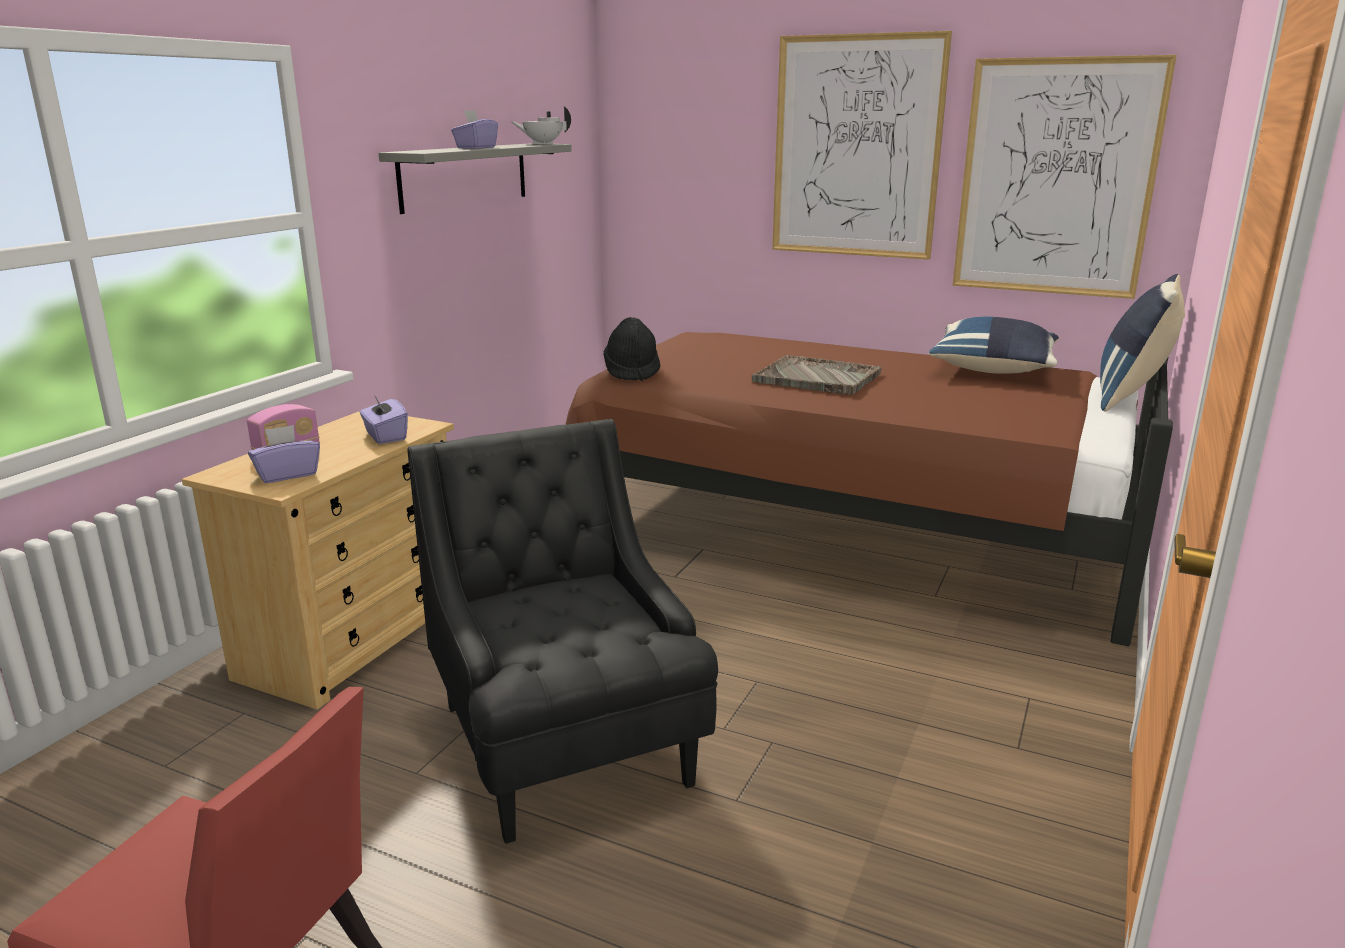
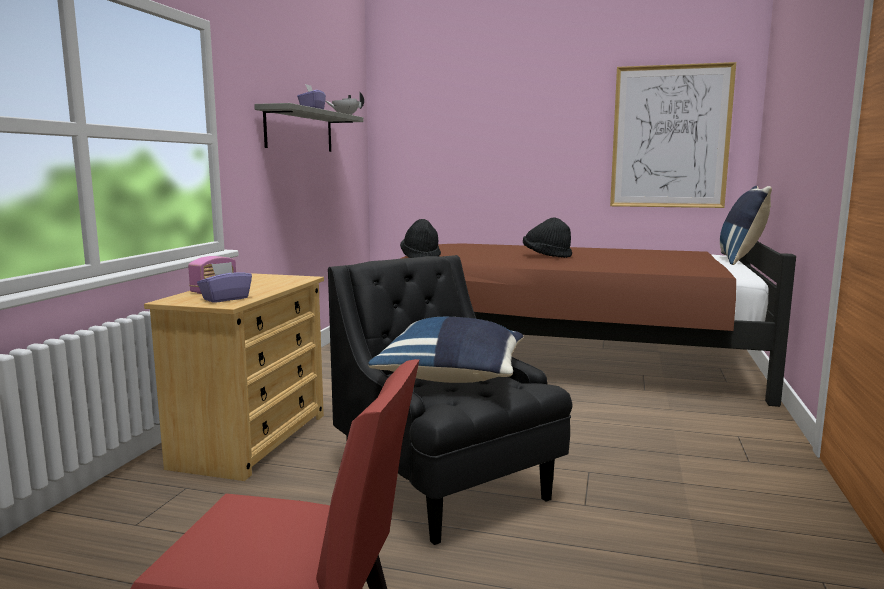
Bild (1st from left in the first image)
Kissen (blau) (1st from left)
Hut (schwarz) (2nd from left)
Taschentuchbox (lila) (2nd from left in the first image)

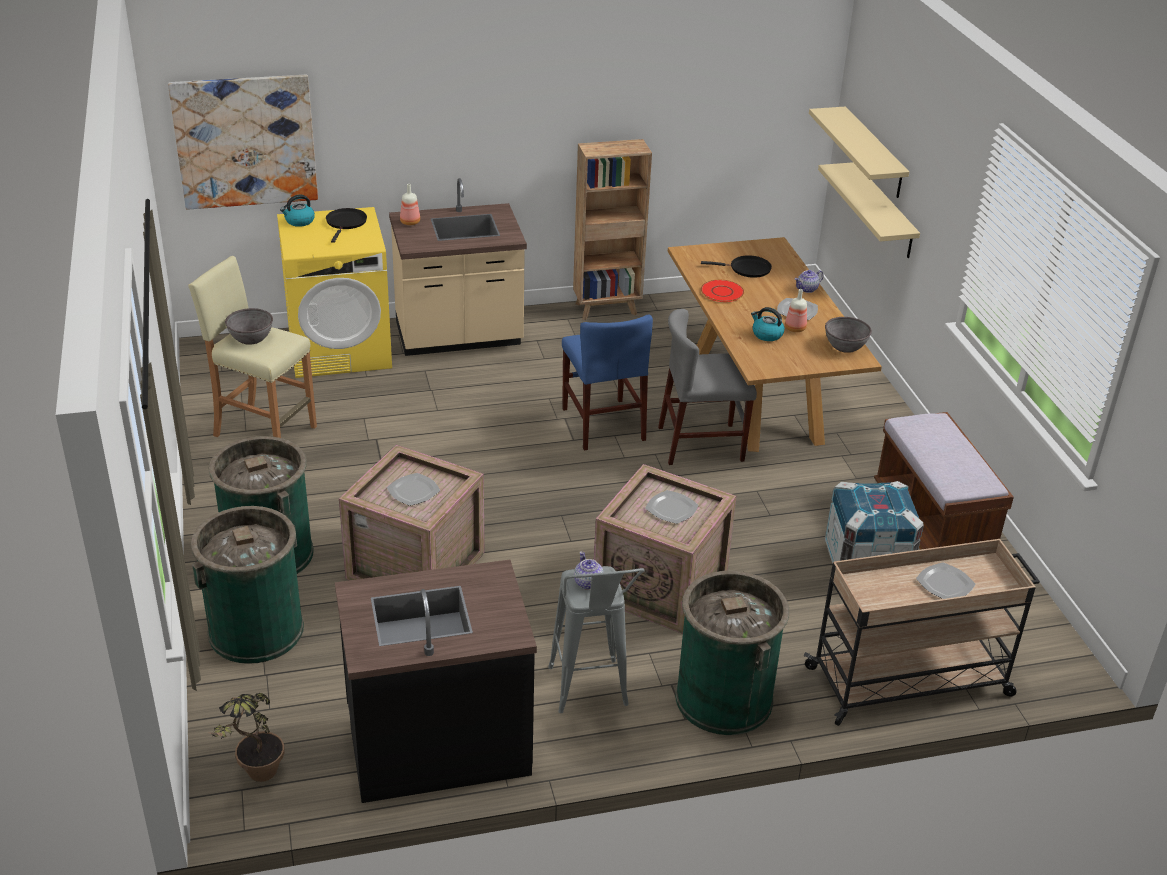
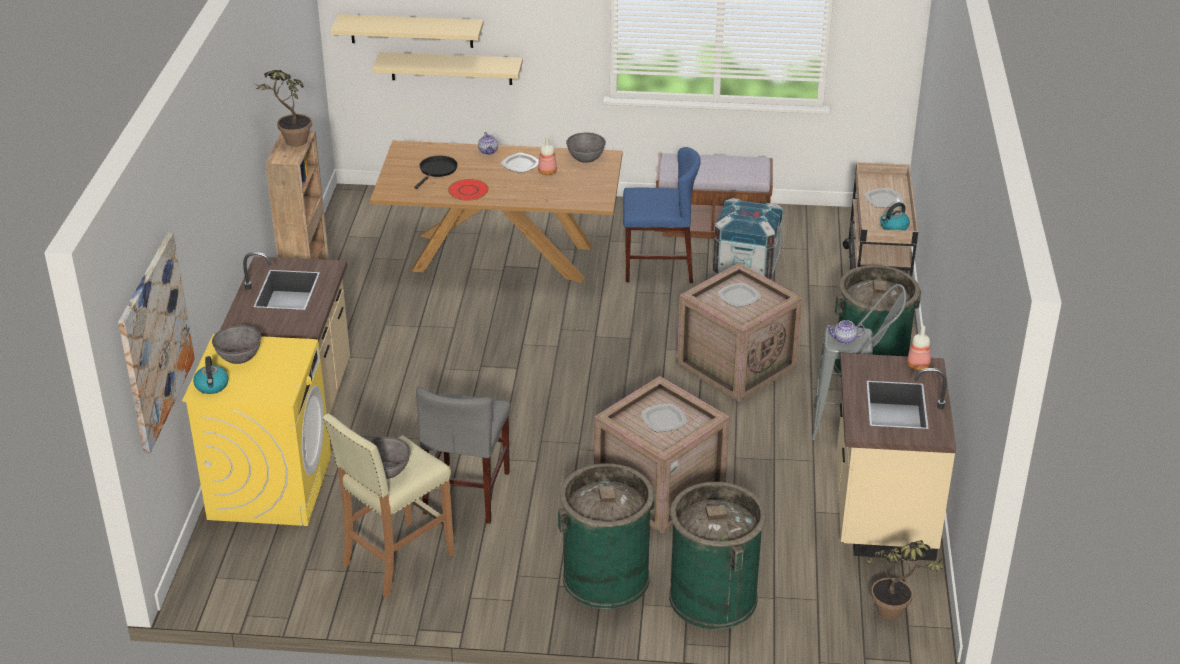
Flasche (2nd from left)
Schüssel (grau) (1st from left)
Wasserkessel (2nd from left)
Stuhl (grau)
Stuhl (blau)
Küchenzeile (beige) (2nd from left)
Topfpflanze (1st from left)

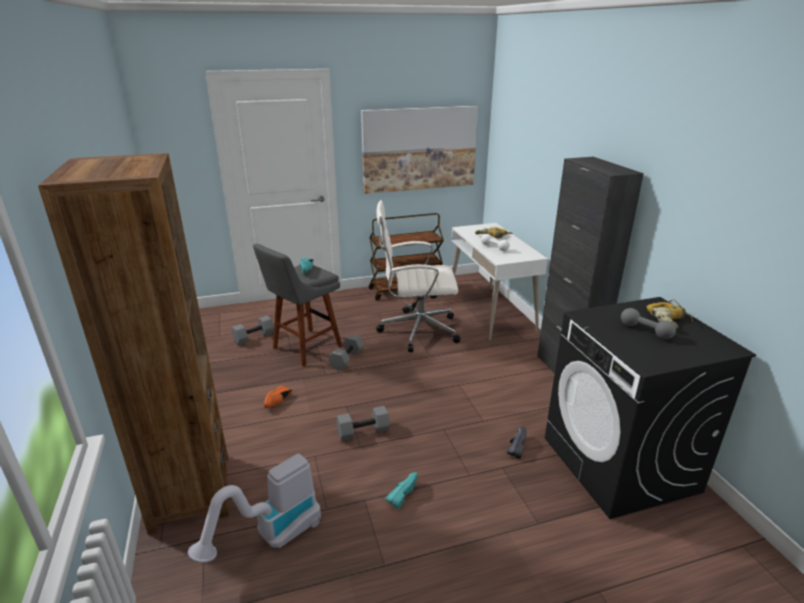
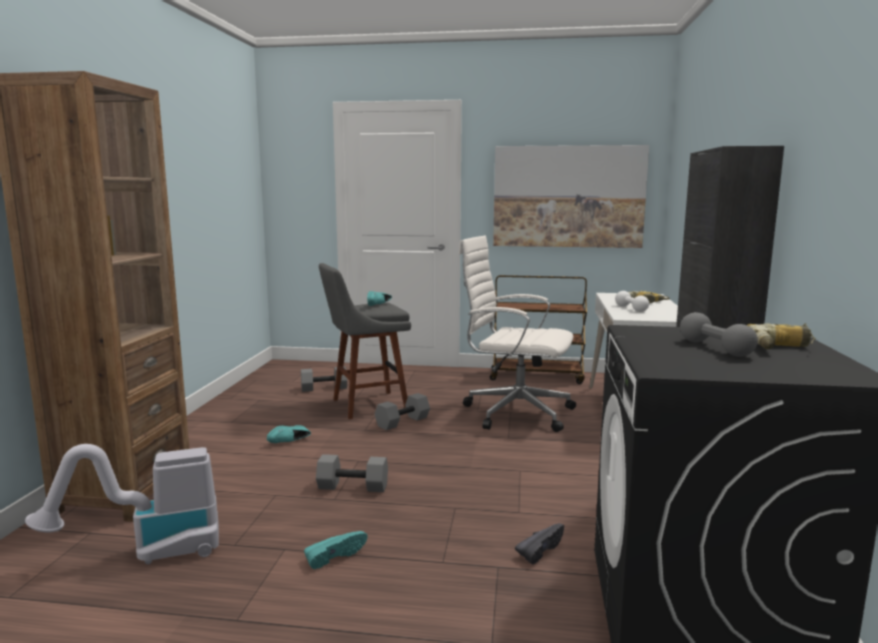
Schuh (türkis) (1st from left)

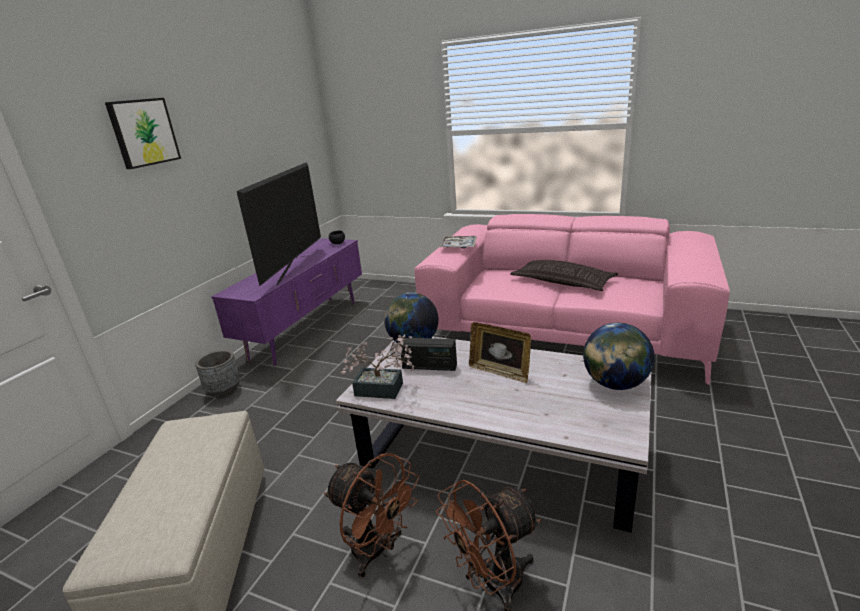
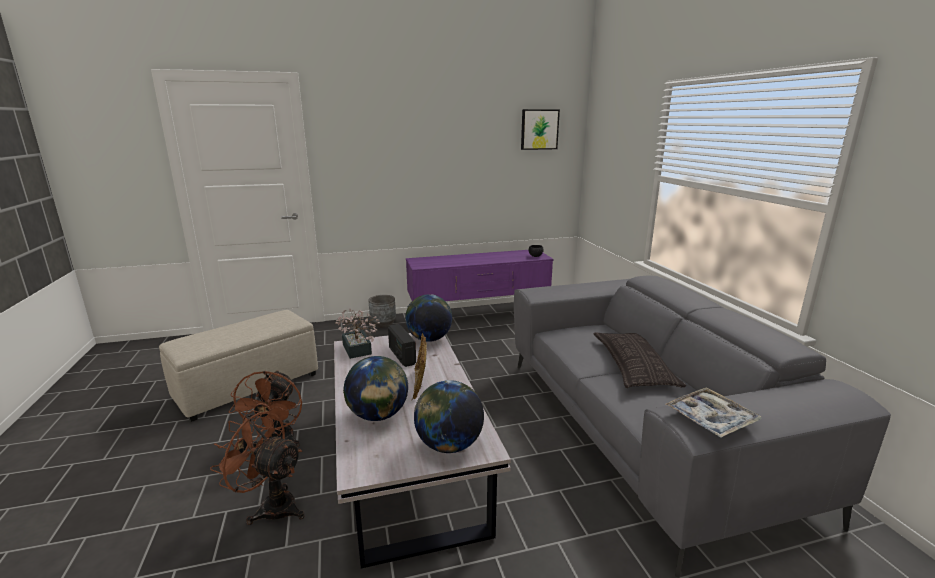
Bild
Fernseher
Sofa (grau)
Tablett
Globus (1st from left)

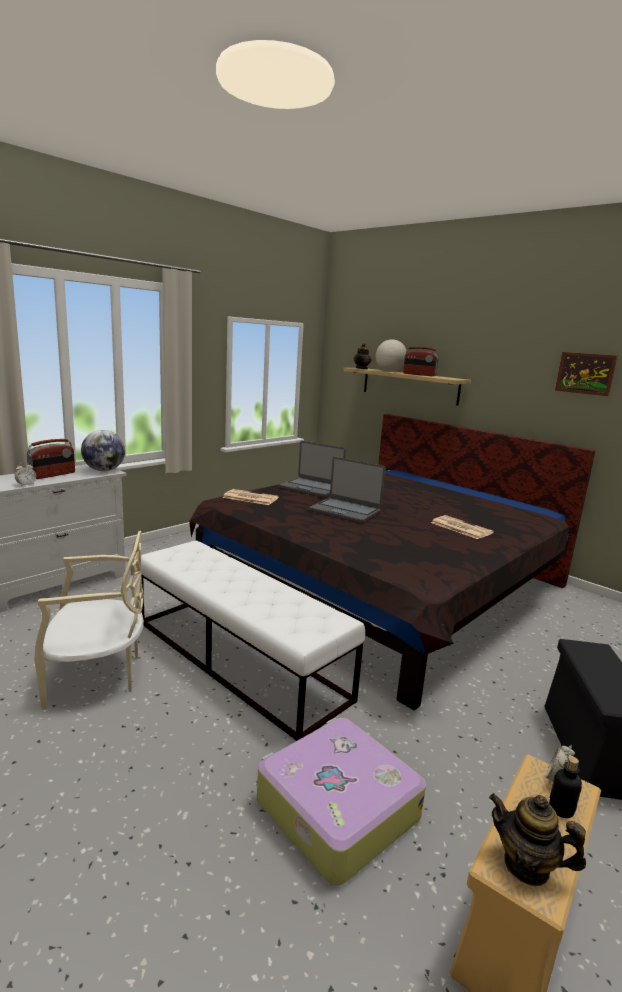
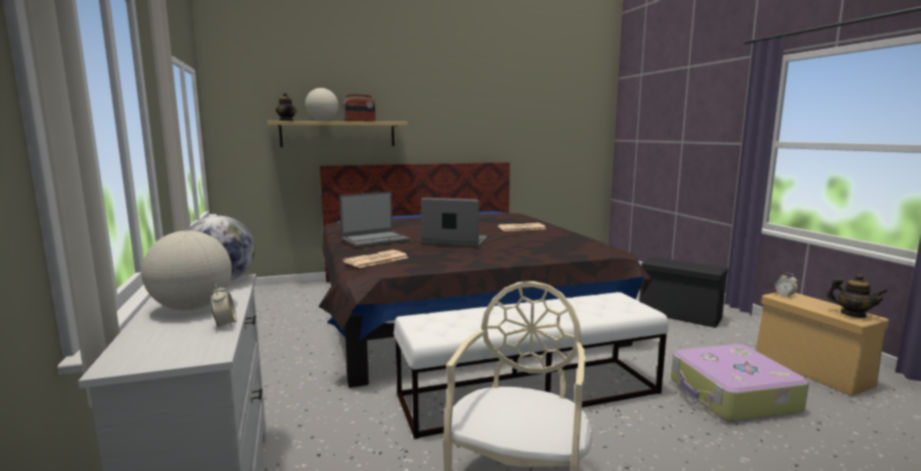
Bild
Globus (1st from left)
Laptop (2nd from left)
Flasche
Teekanne (2nd from left)

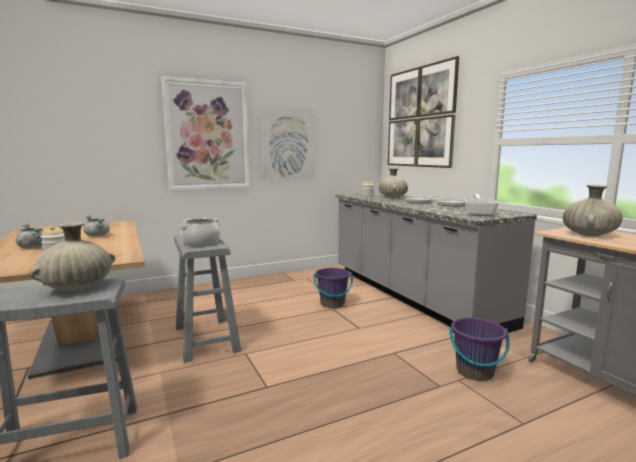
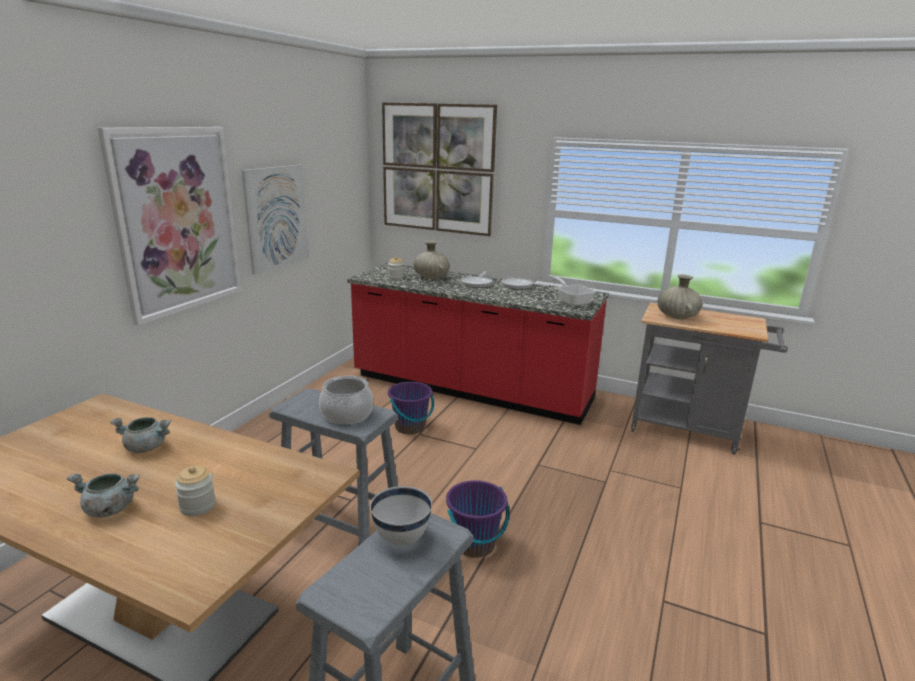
Küchenzeile (rot)
Schüssel (weiß)
Eimer (lila) (2nd from left)

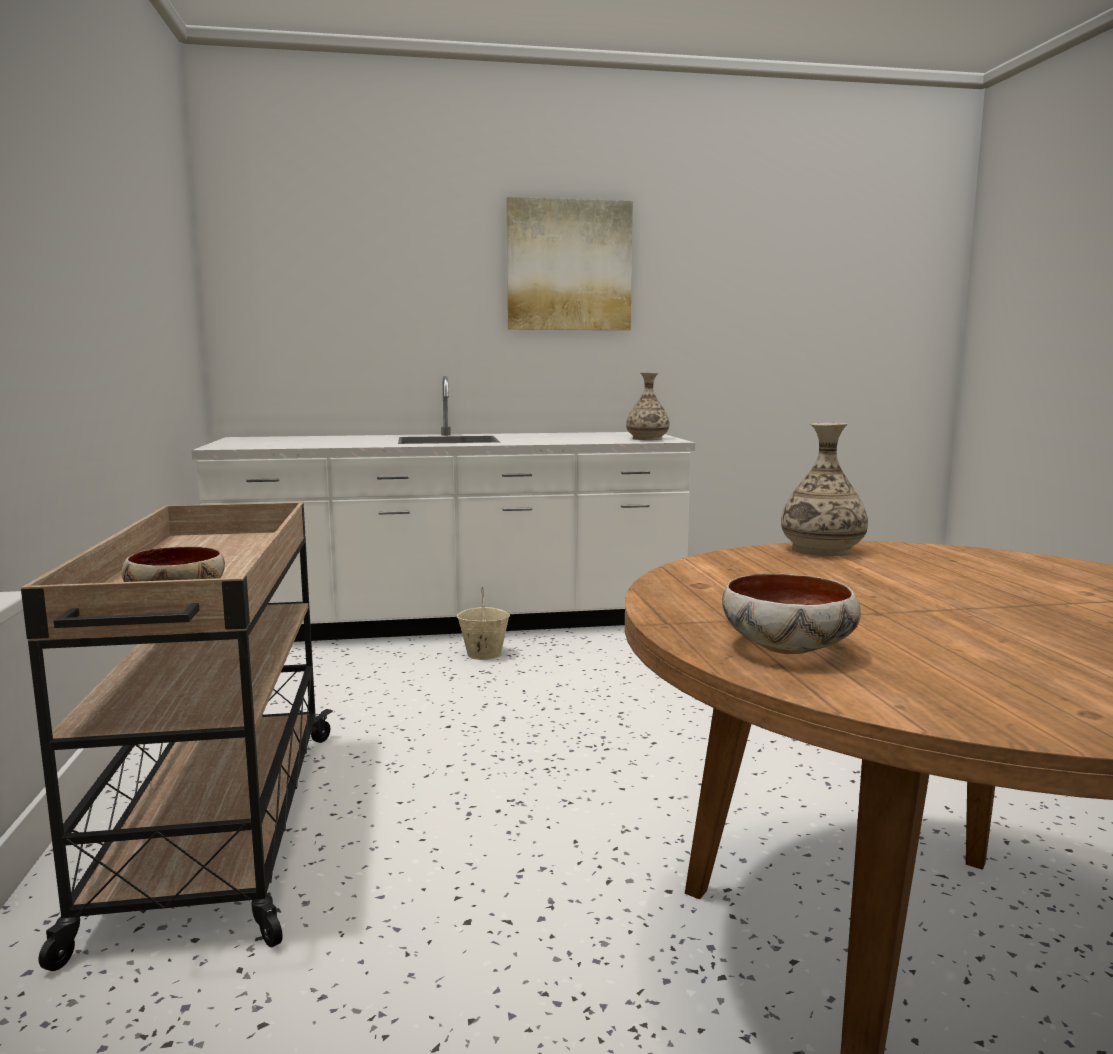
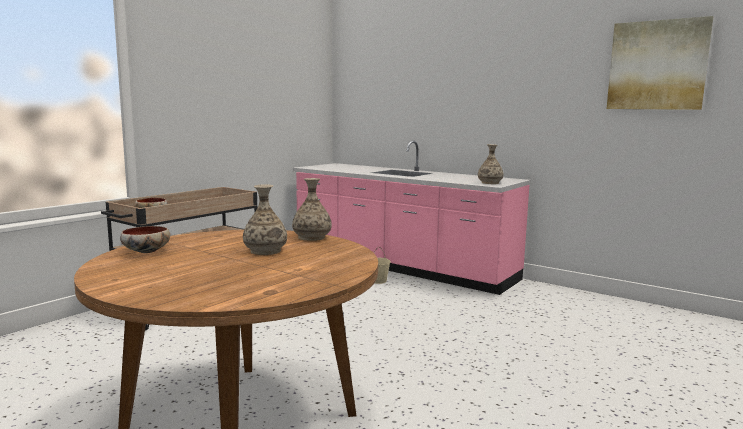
Bild
Küchenzeile (rosa)
Vase (1st from left)

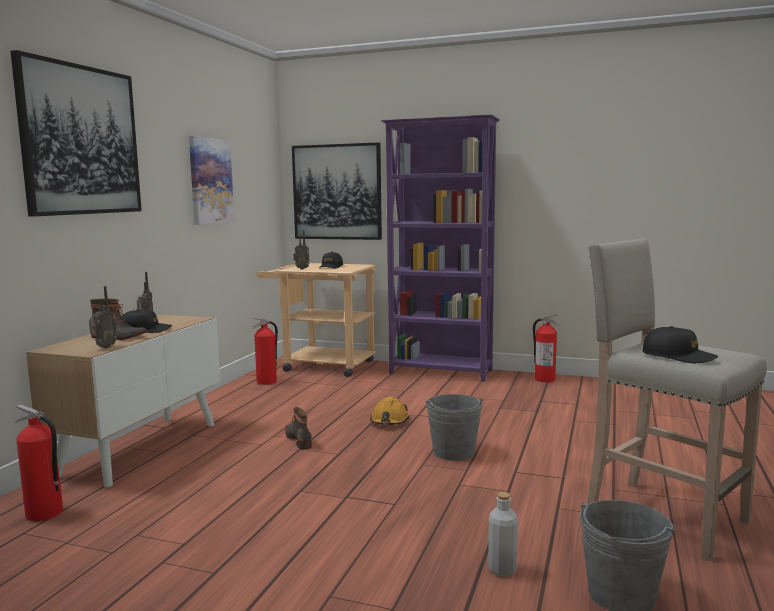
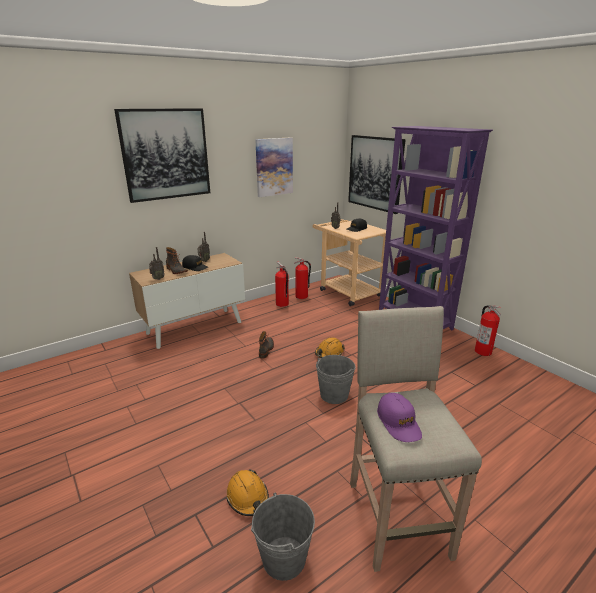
Kappe (lila)
Feuerlöscher (1st from left)
Schutzhelm (orange) (1st from left)

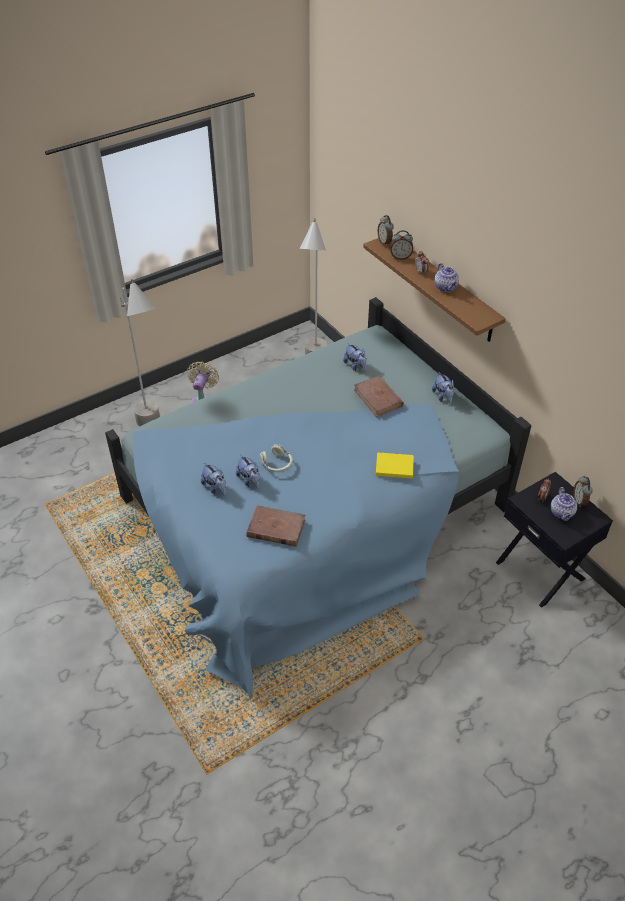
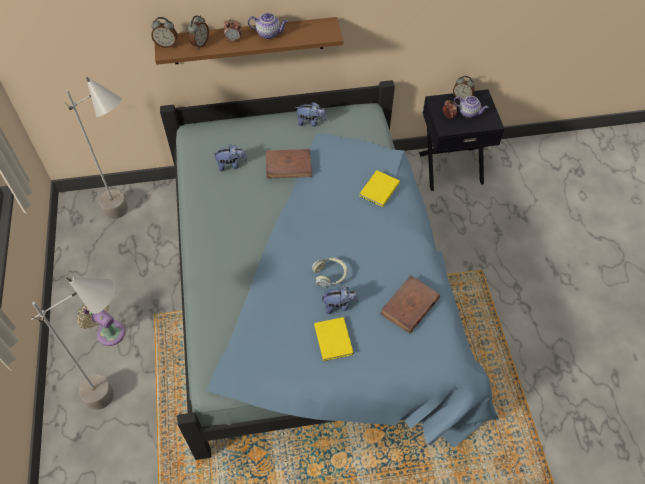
Buch (gelb) (1st from left)

